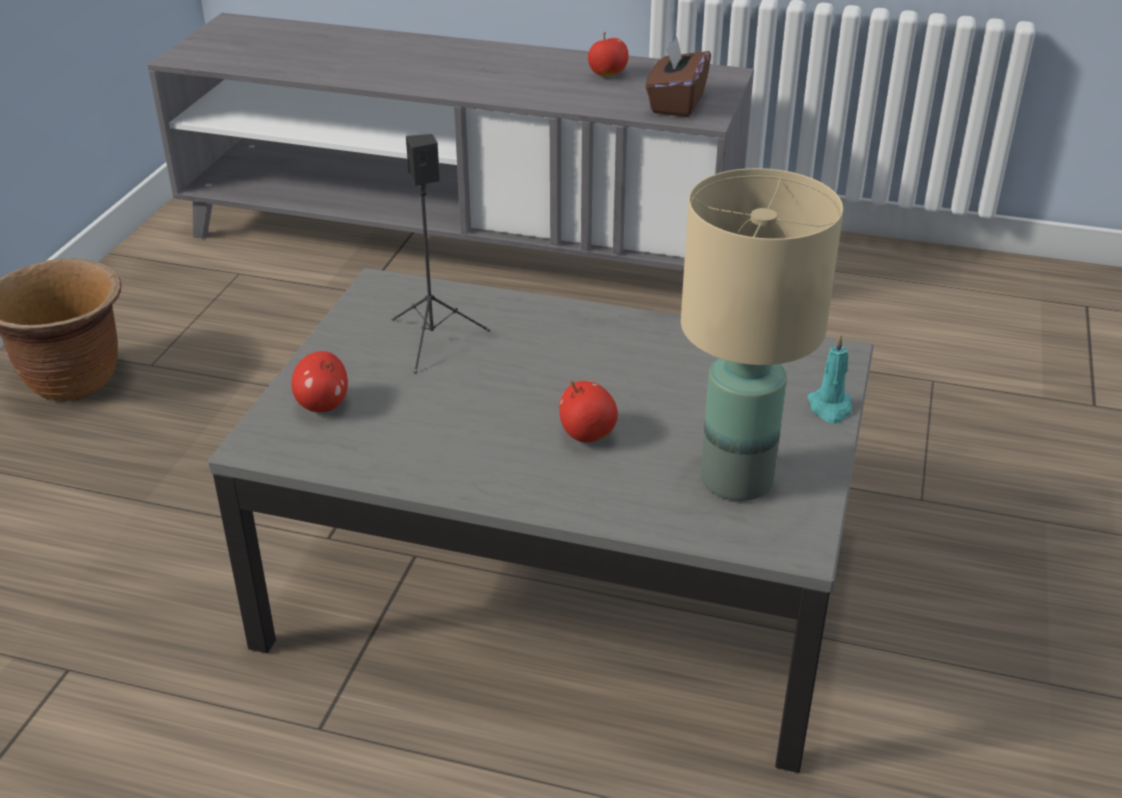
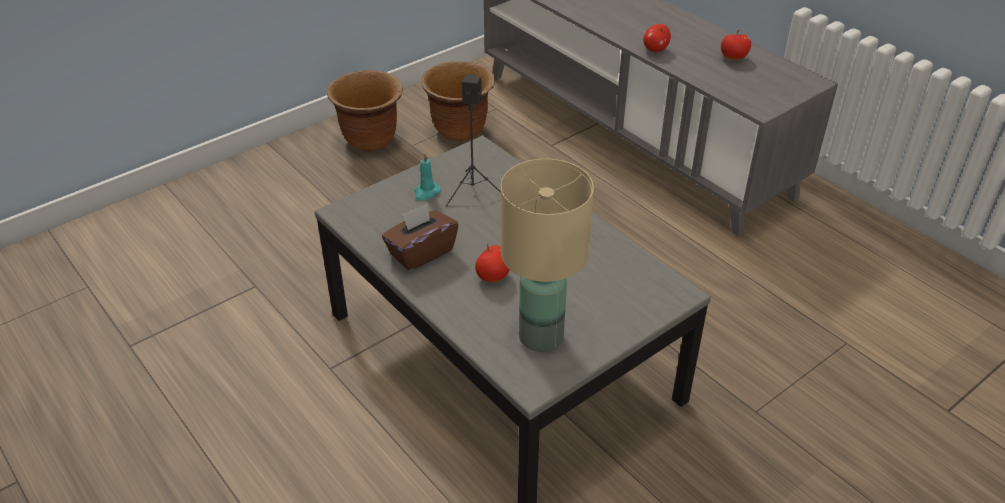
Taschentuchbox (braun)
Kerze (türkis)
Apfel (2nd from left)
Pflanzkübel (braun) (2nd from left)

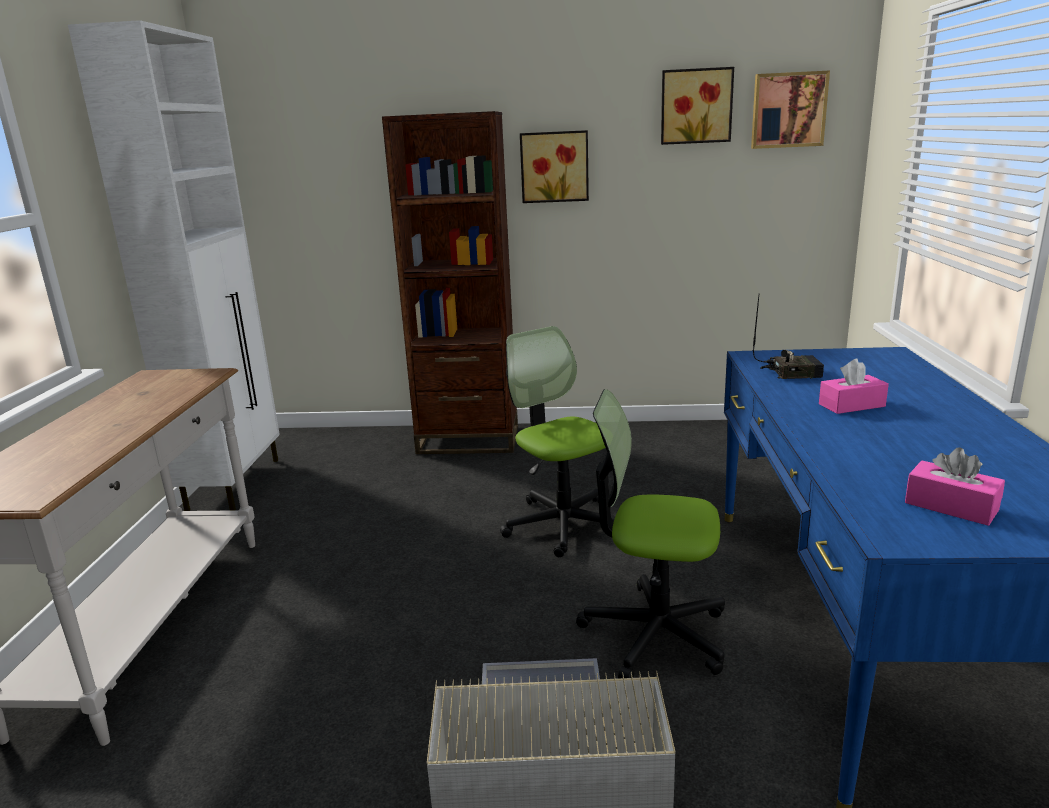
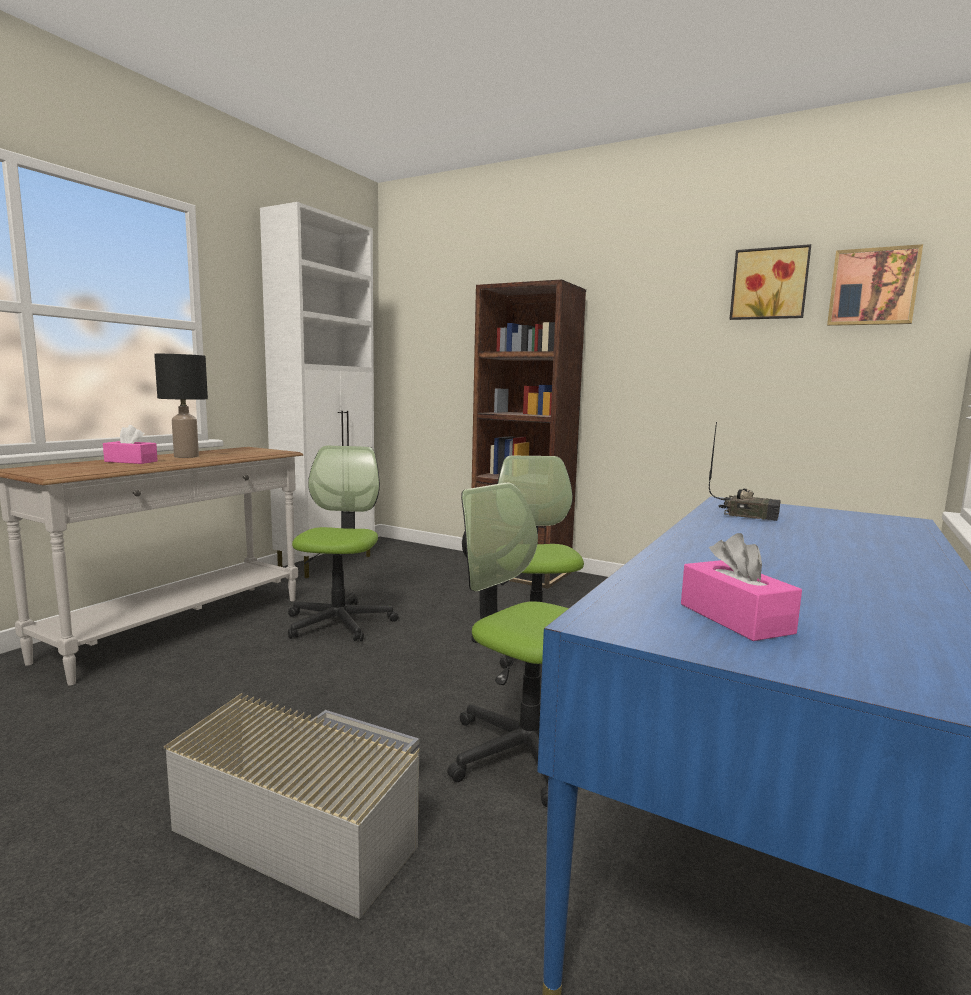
Bild (1st from left in the first image)
Taschentuchbox (rosa) (1st from left)
Tischlampe (schwarz)
Bürostuhl (1st from left)

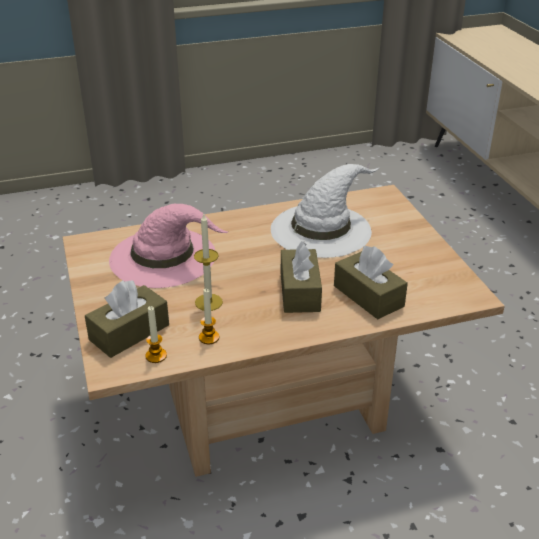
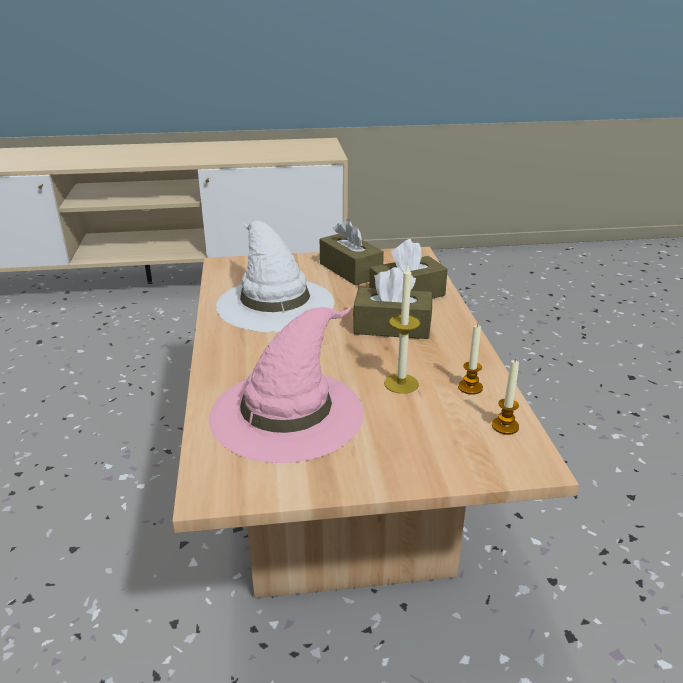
Taschentuchbox (braun) (1st from left)

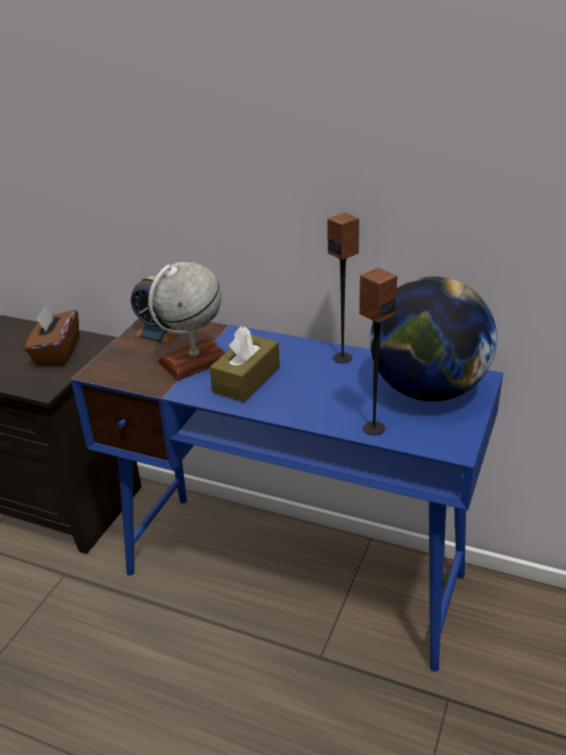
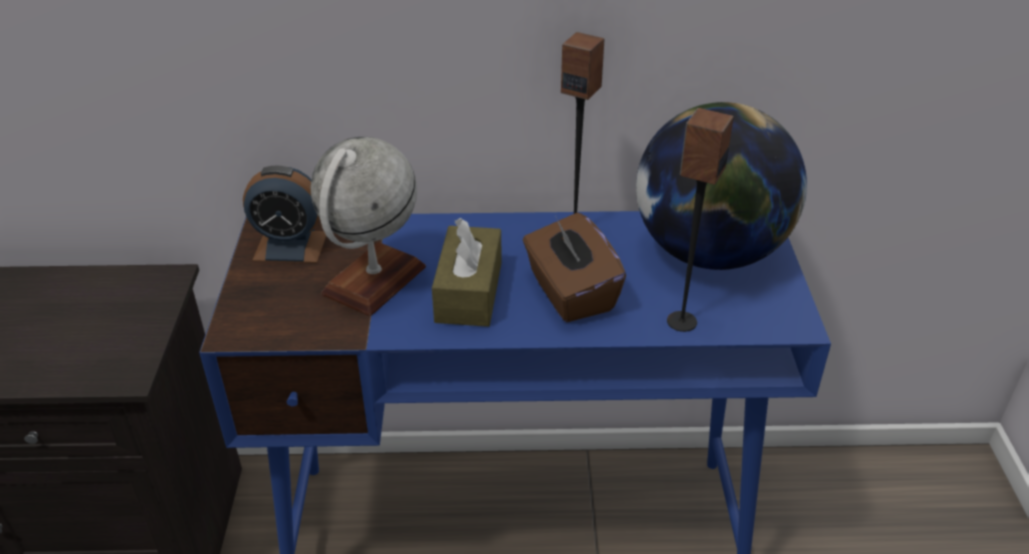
Taschentuchbox (braun) (2nd from left)

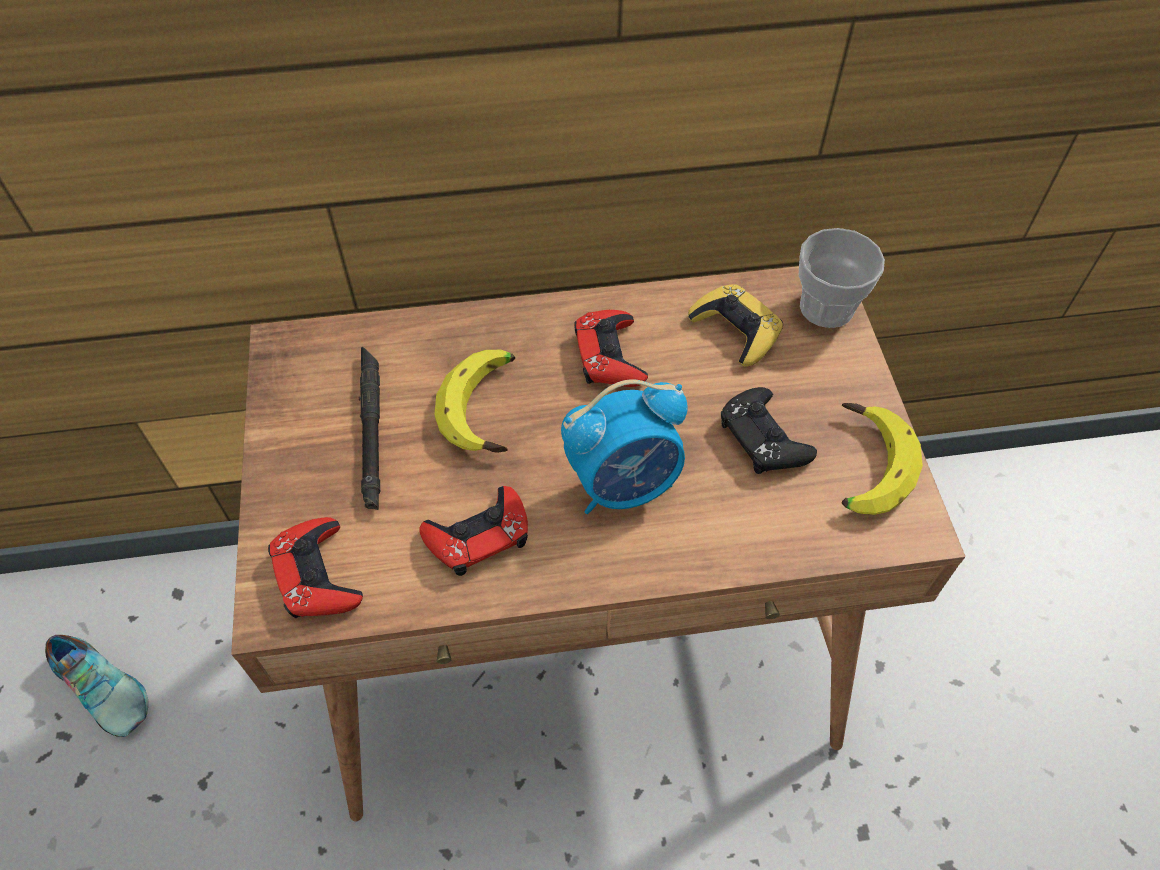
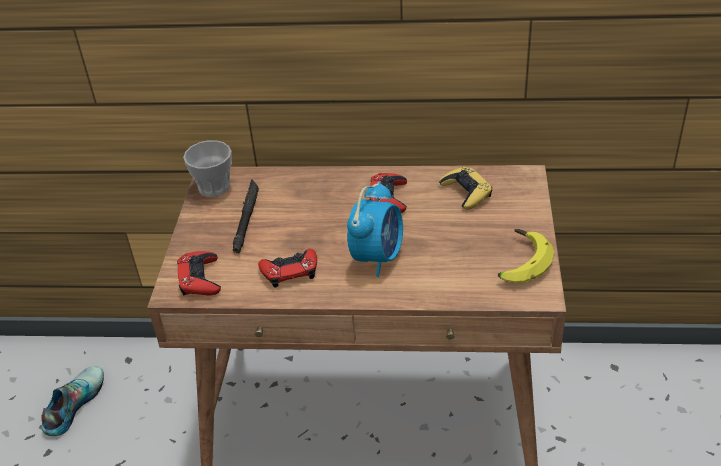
Tasse
Banane (1st from left in the first image)
Wecker
Gamepad (schwarz)
Schuh

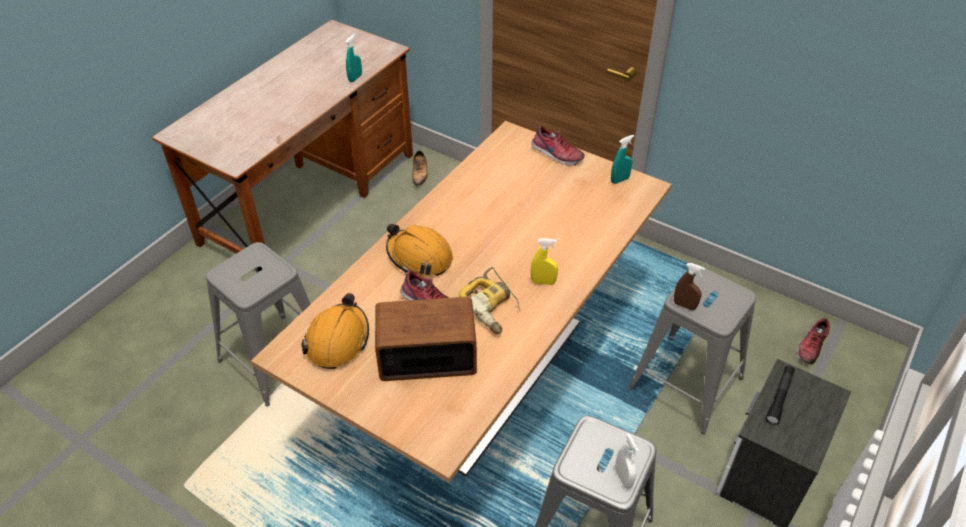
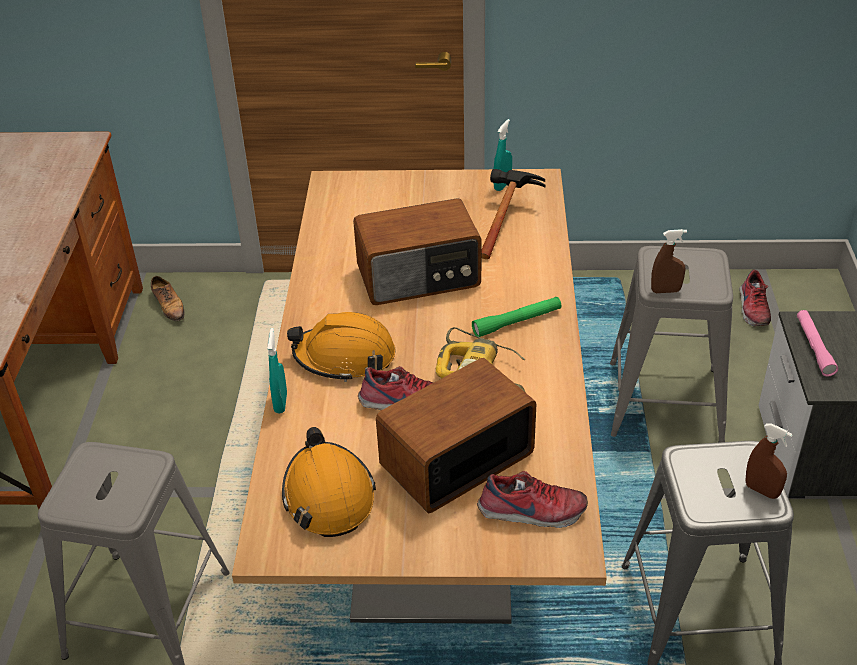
Sprühflasche (türkis) (1st from left)
Schuh (3rd from left)
Taschenlampe (grün)
Taschenlampe (rosa)
Sprühflasche (braun) (2nd from left)
Hammer
Radio (1st from left)

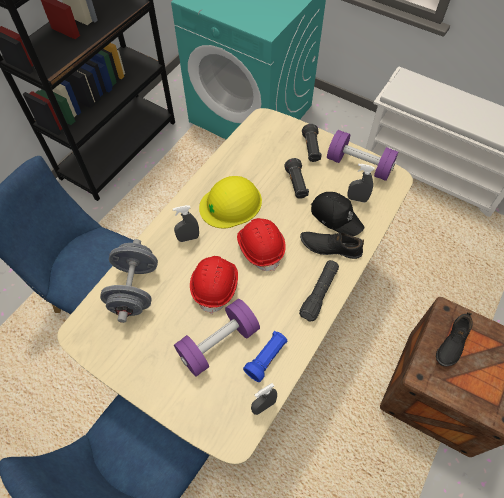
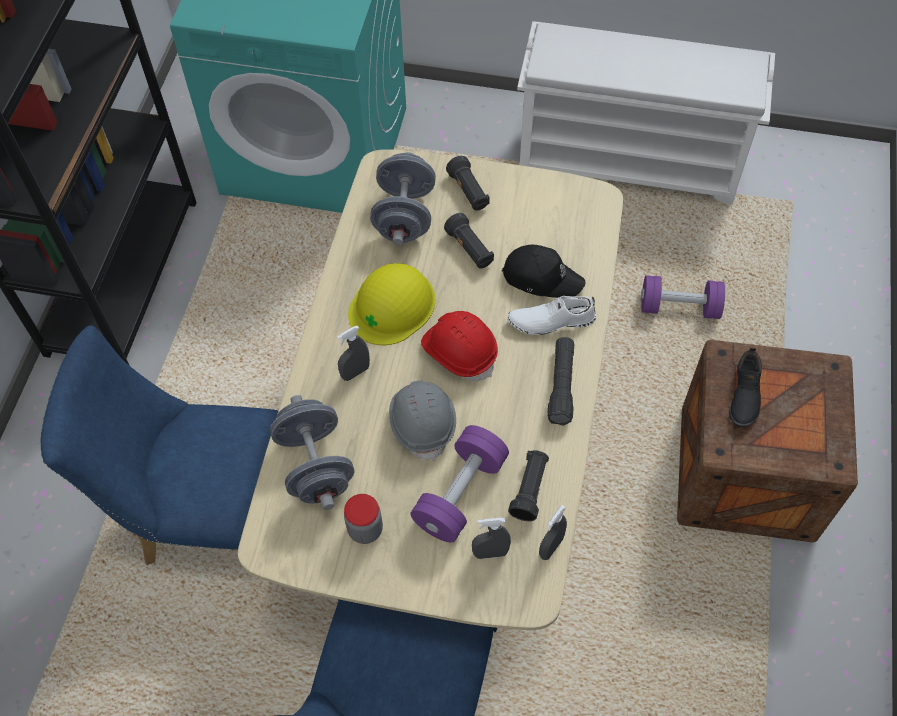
Hantel (lila) (2nd from left)
Sprühflasche (grau) (2nd from left)
Schuh (weiß)
Schutzhelm (grau)
Taschenlampe (schwarz) (3rd from left)
Hantel (grau) (2nd from left)
Vorratsglas

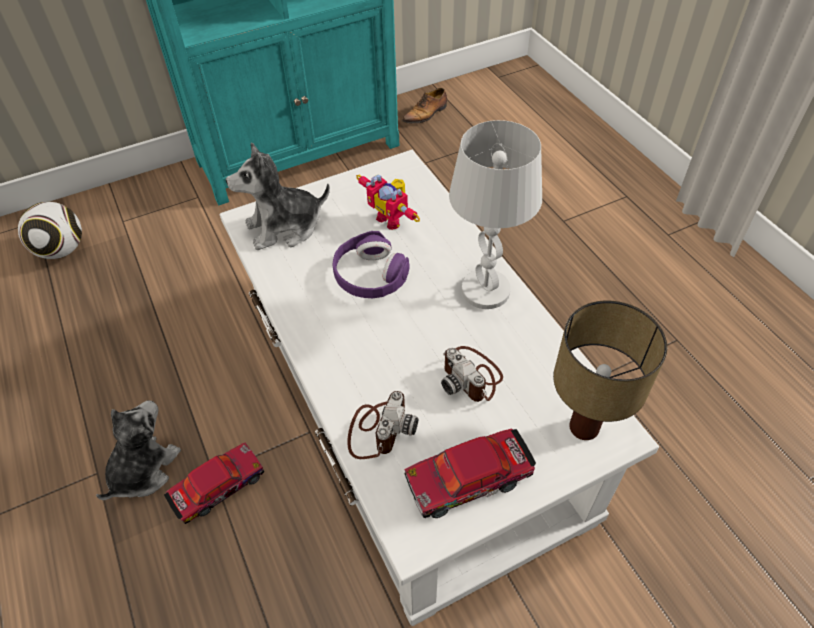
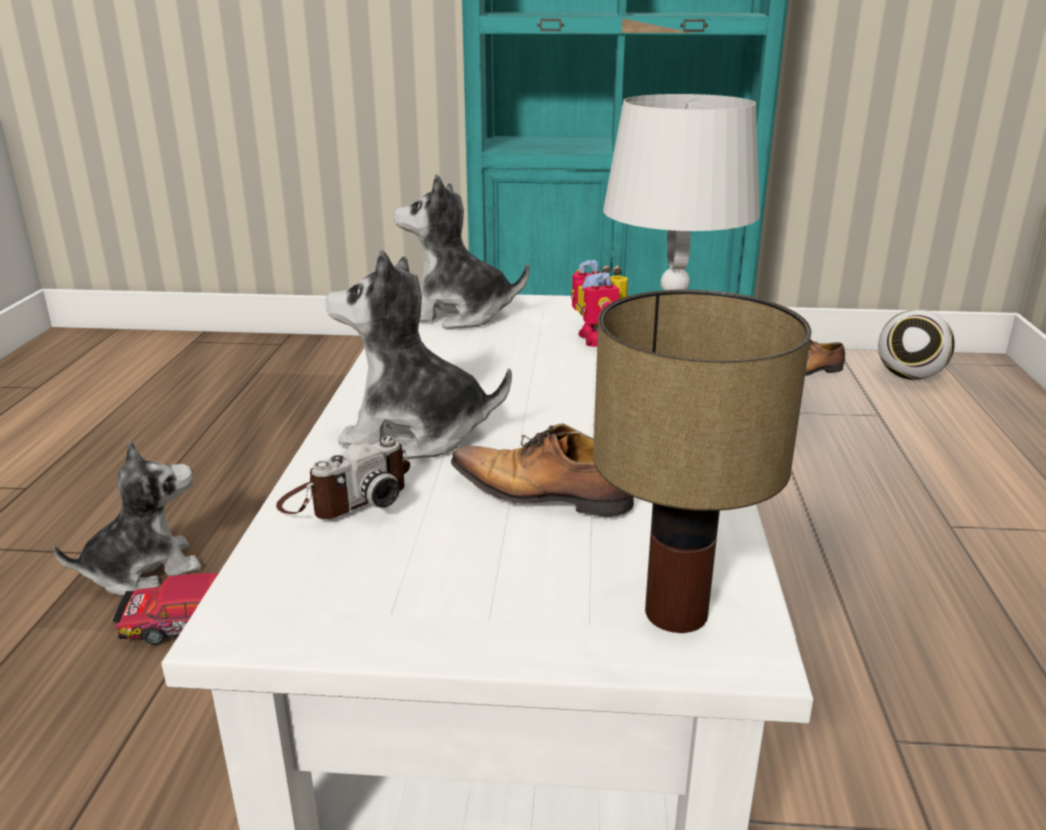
Fußball
Kopfhörer (lila)
Schuh (1st from left)
Spielzeugauto (2nd from left in the first image)
Plüschtier (2nd from left)

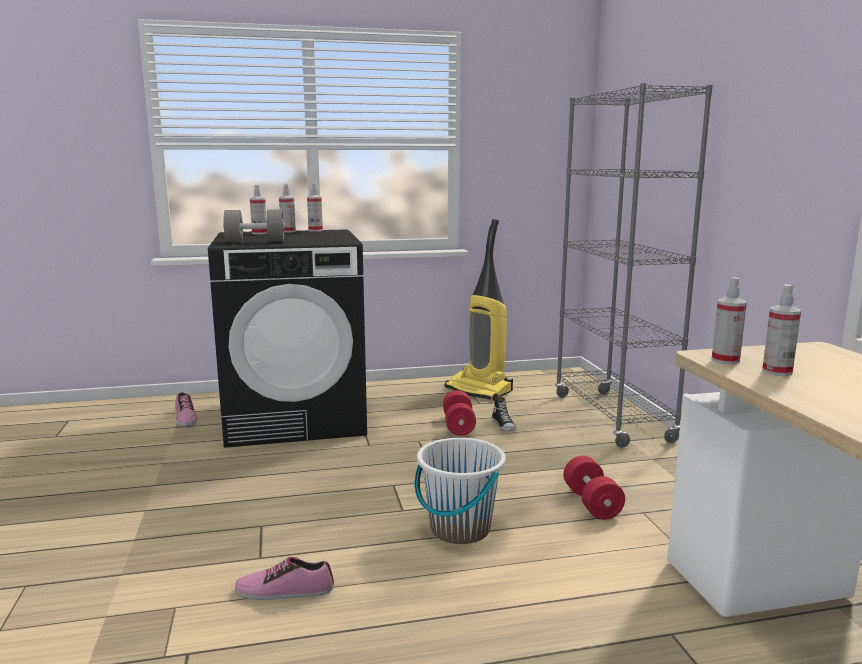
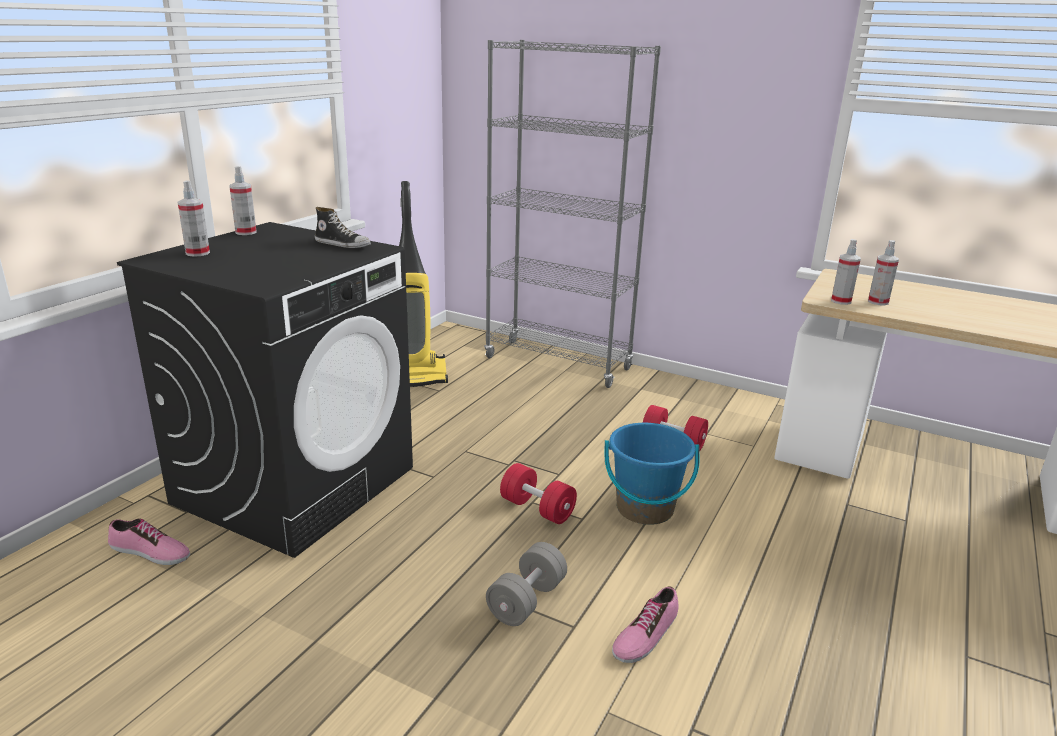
Sprühflasche (2nd from left in the first image)
Hantel (grau)
Hantel (rot) (1st from left)
Schuh (2nd from left)
Eimer (blau)

